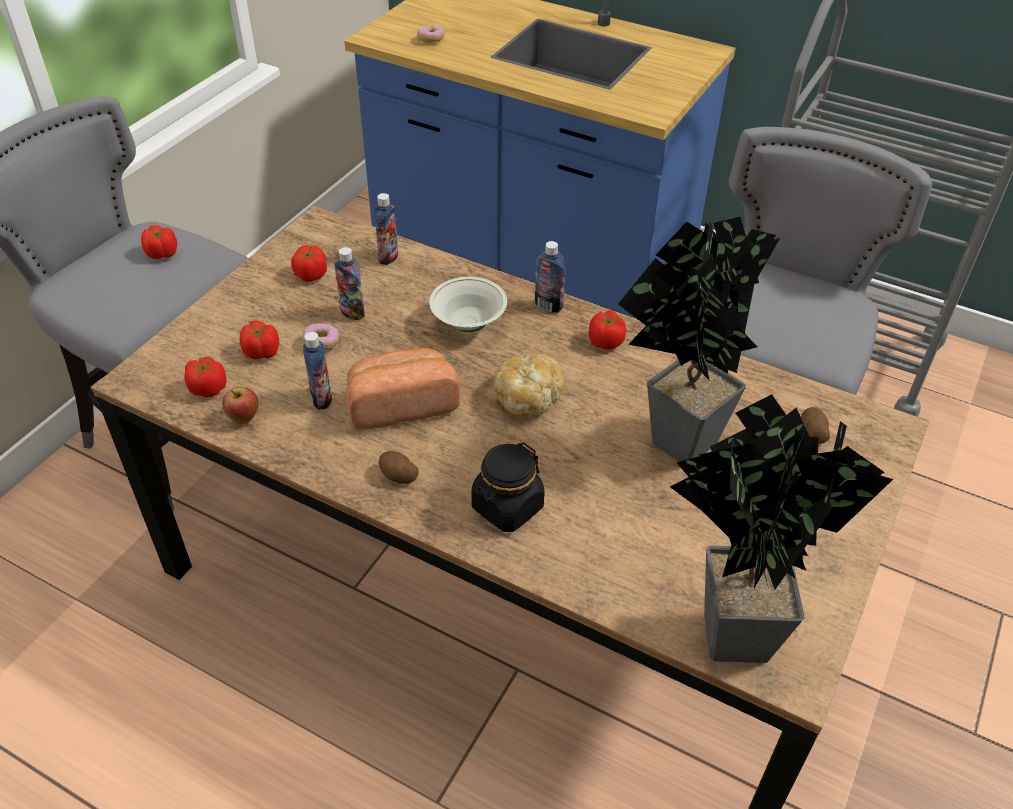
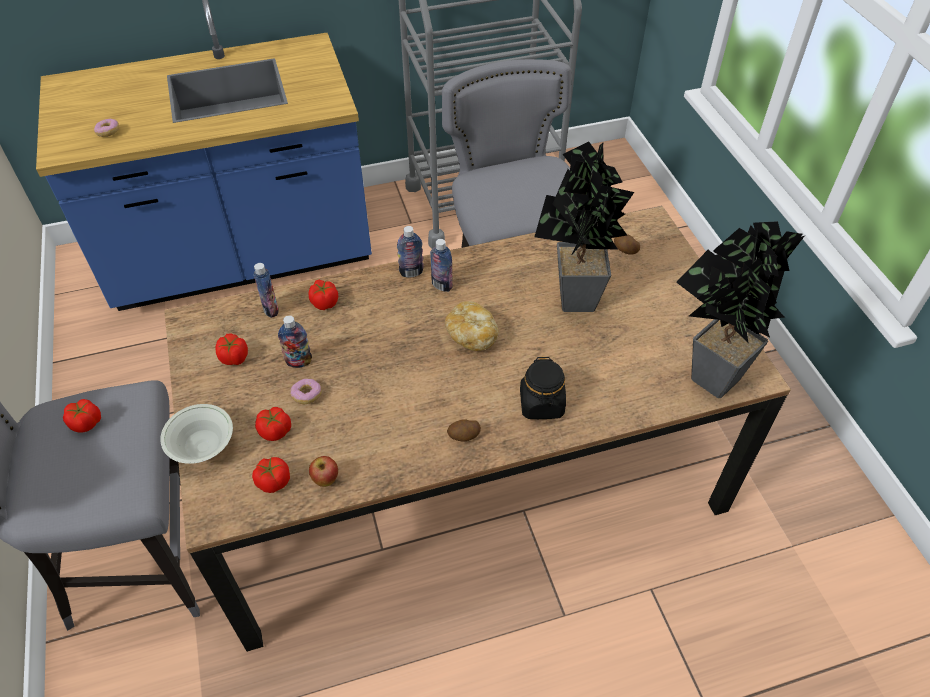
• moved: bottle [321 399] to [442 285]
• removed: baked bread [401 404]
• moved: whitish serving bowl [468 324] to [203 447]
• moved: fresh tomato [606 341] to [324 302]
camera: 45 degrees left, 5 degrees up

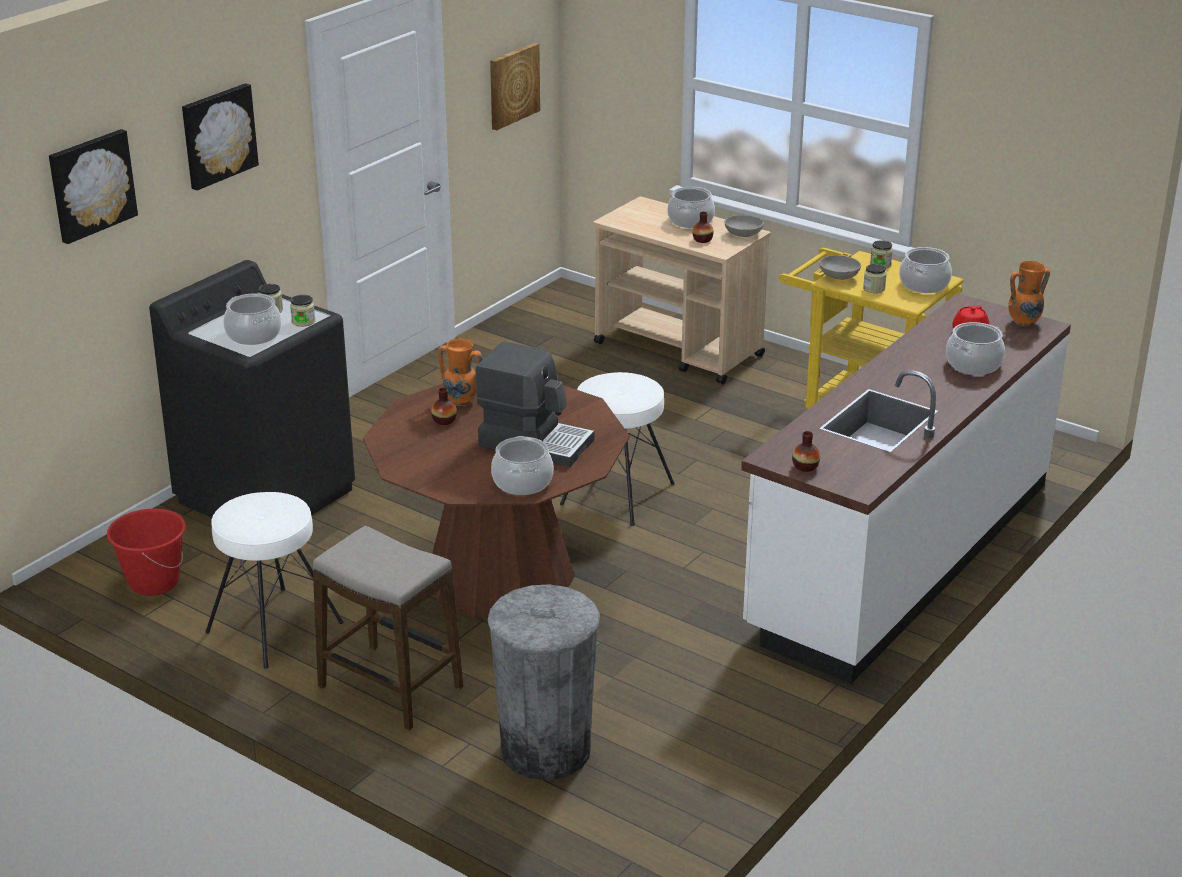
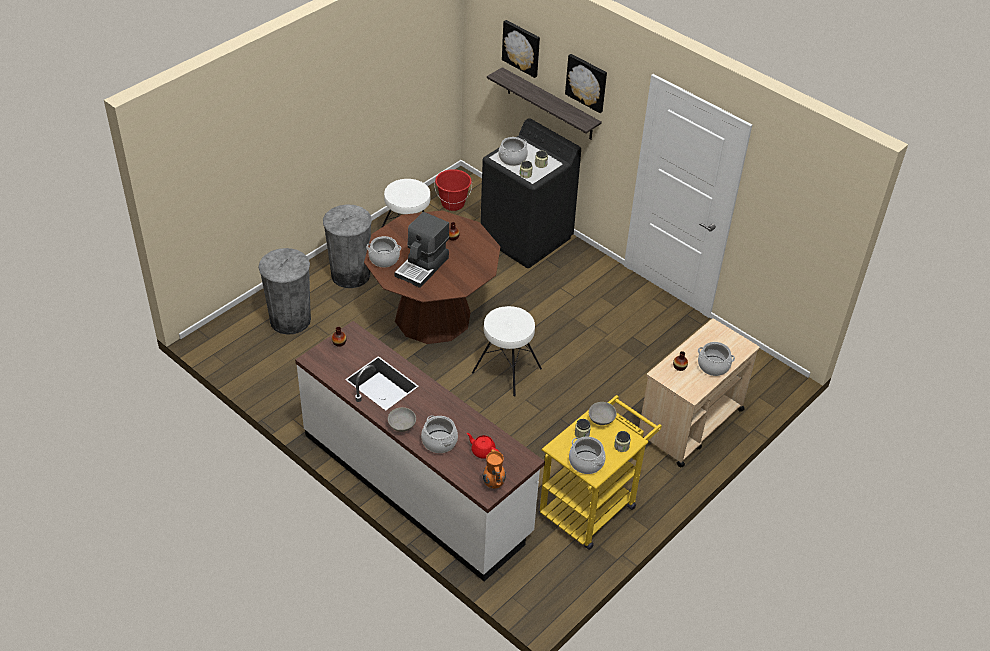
• replaced: sitting stool [390 688] to grey trash can [350 274]
• removed: orange decorative vase [461 402]
• removed: wall picture [513 85]
• moved: grey serving bowl [743 234] to [402 425]
• added: bracket shelf [549 104]
camera: 95 degrees right, 15 degrees up

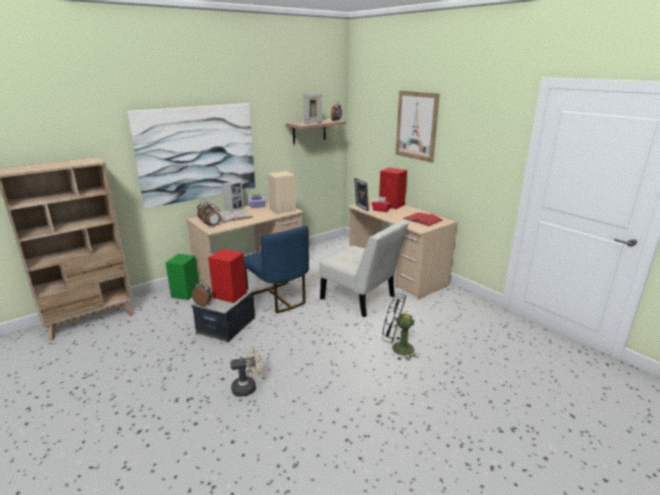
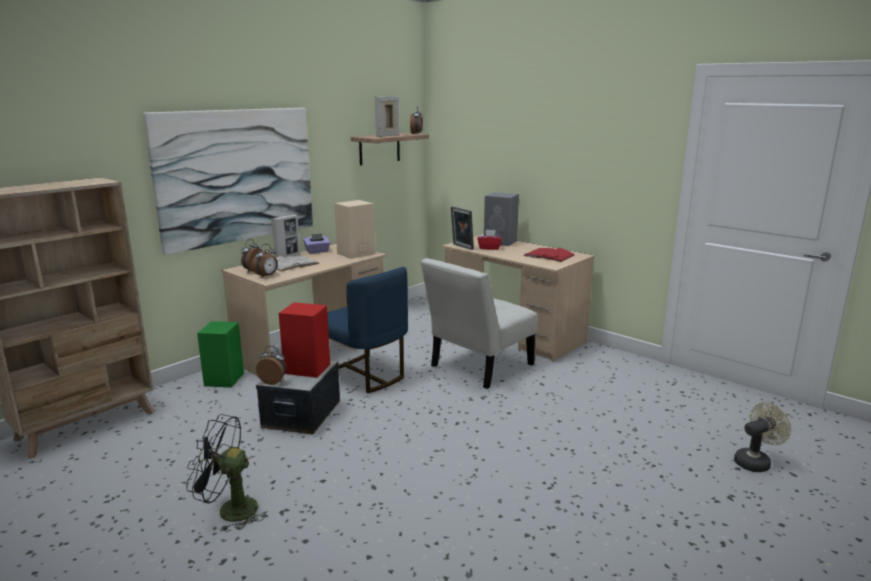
• moved: sand-coloured electric fan [248 388] to [755 462]
• turned: whitish chair [361 299] = [478 367] 105 degrees clockwise
• recoloured: red loudspeaker [392 205] to grey loudspeaker [501 242]
• moved: blackish electric fan [397 349] to [229 510]
• removed: wall picture [416 126]
camera: 10 degrees left, 5 degrees down

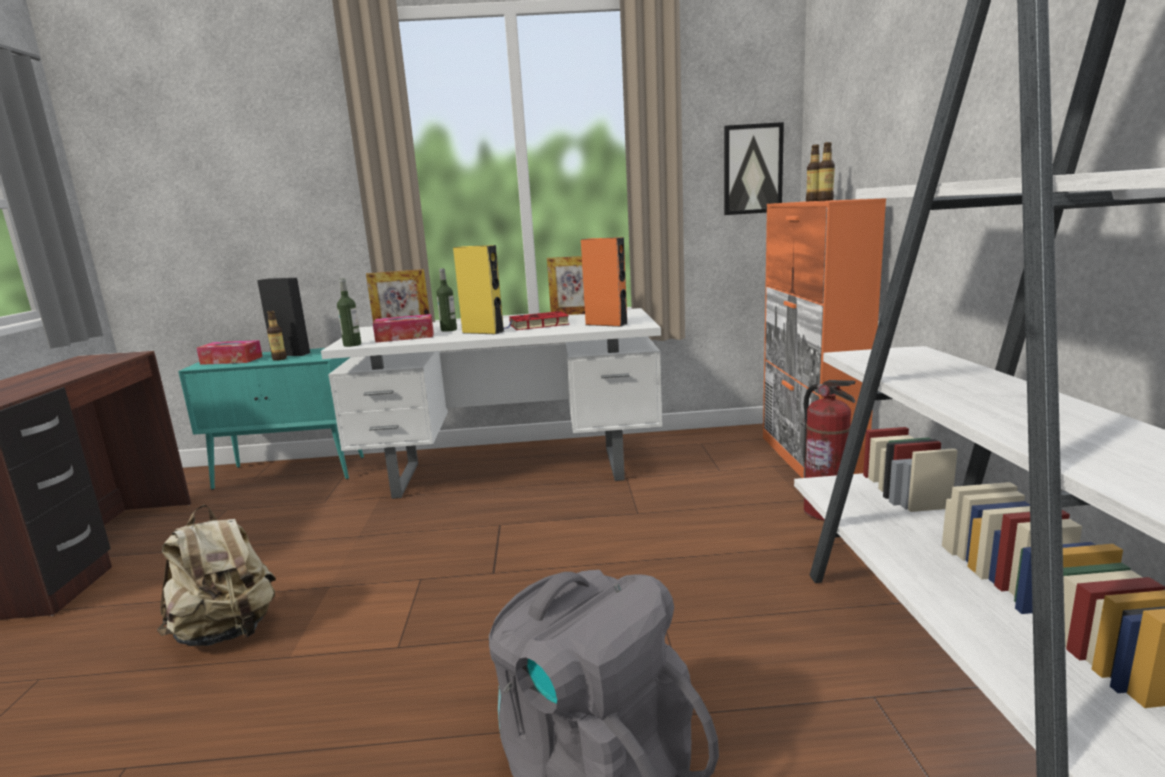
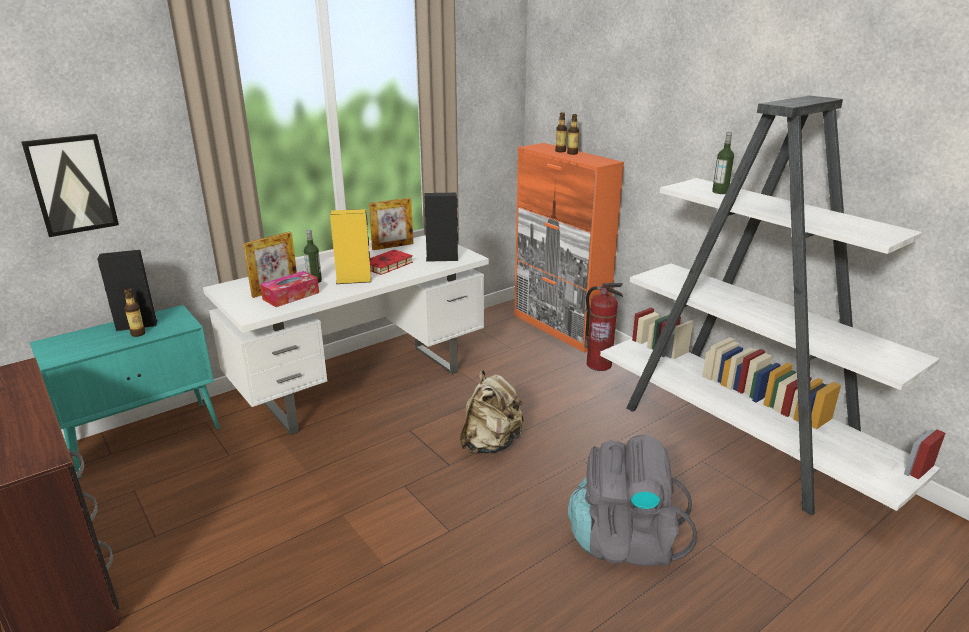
• moved: sand-coloured backpack [227 632] to [490 444]
• removed: tissue holder [231 360]
• moved: bottle [352 345] to [720 192]
• recoloured: orange loudspeaker [606 324] to blackish loudspeaker [442 258]
• moved: wall picture [752 169] to [72 184]
camera: 35 degrees left, 10 degrees up

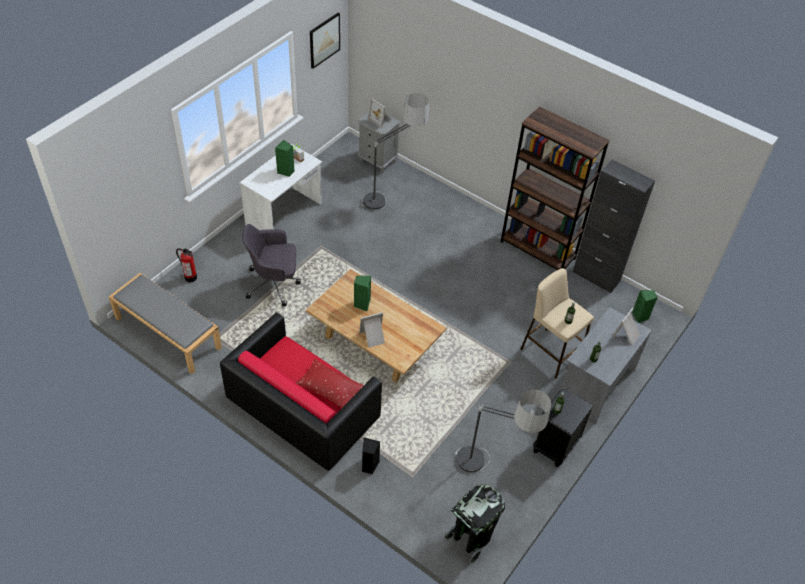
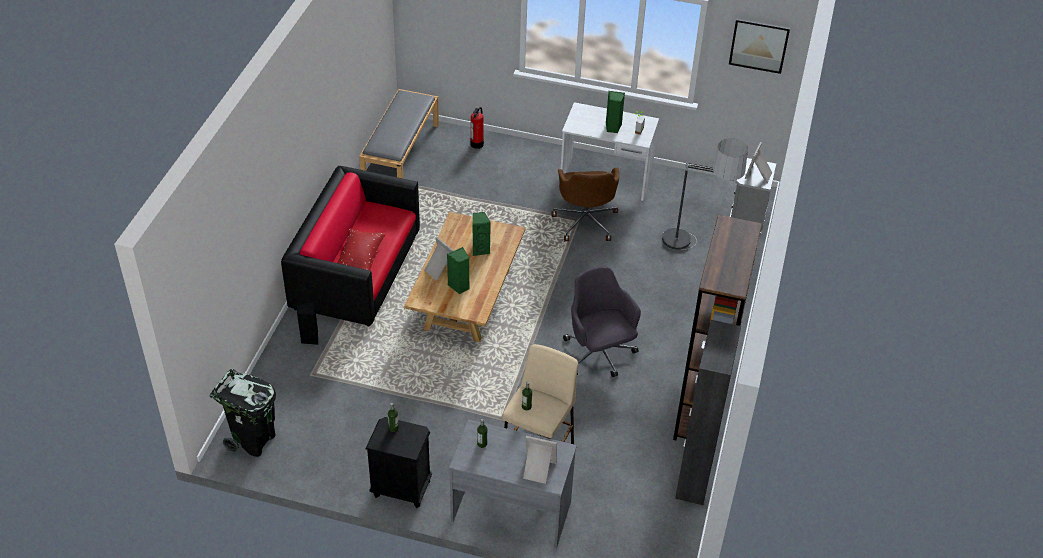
• moved: grey computer chair [274 284] to [599 354]
• removed: standing lamp [490 471]
• moved: green loudspeaker [640 317] to [459 286]
• added: brown-coloured computer chair [585 221]
camera: 70 degrees right, 5 degrees down

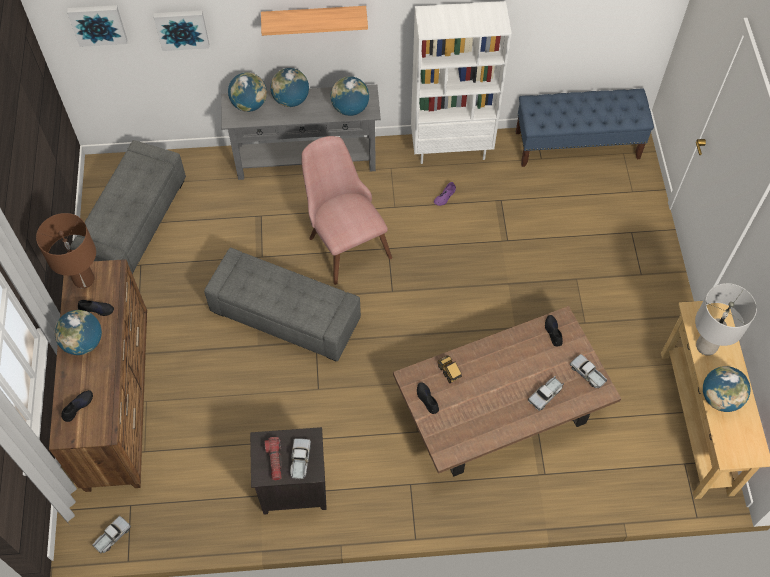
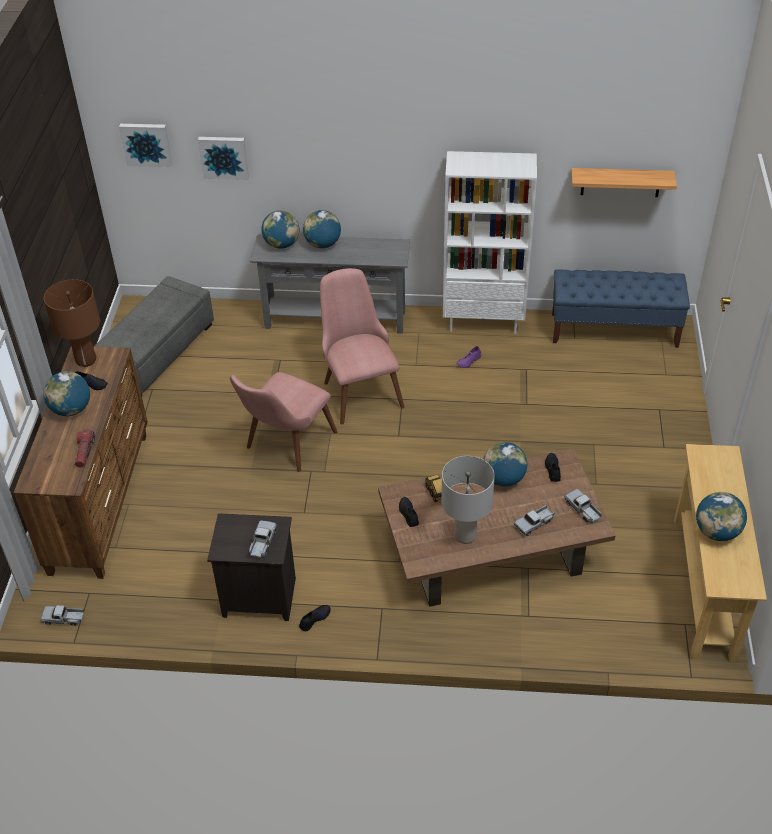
• moved: blackish shoe [77 406] to [314 619]
• turned: model truck [112 536] = [64 618] 135 degrees counterclockwise
• replaced: grey pouffe [285 316] to pink-coloured chair [284 446]
• moved: bracket shelf [314 20] to [620 182]
• moved: flashlight [275 460] to [84 452]
• moved: globe [350 108] to [503 479]
• moved: grey lamp for a table [706 346] to [465 535]
camera: 10 degrees right, 15 degrees down

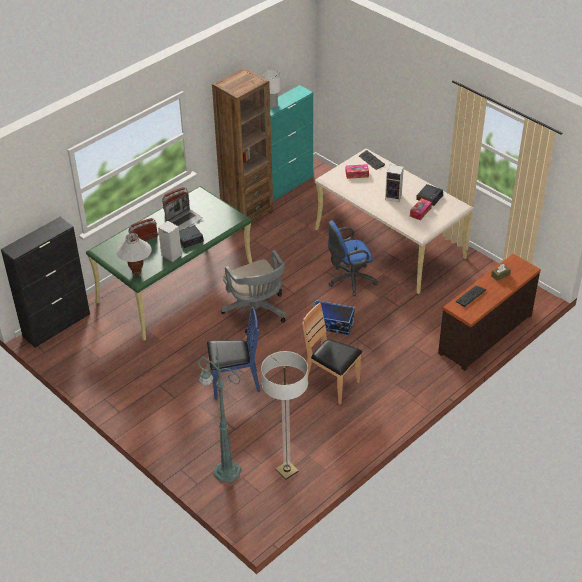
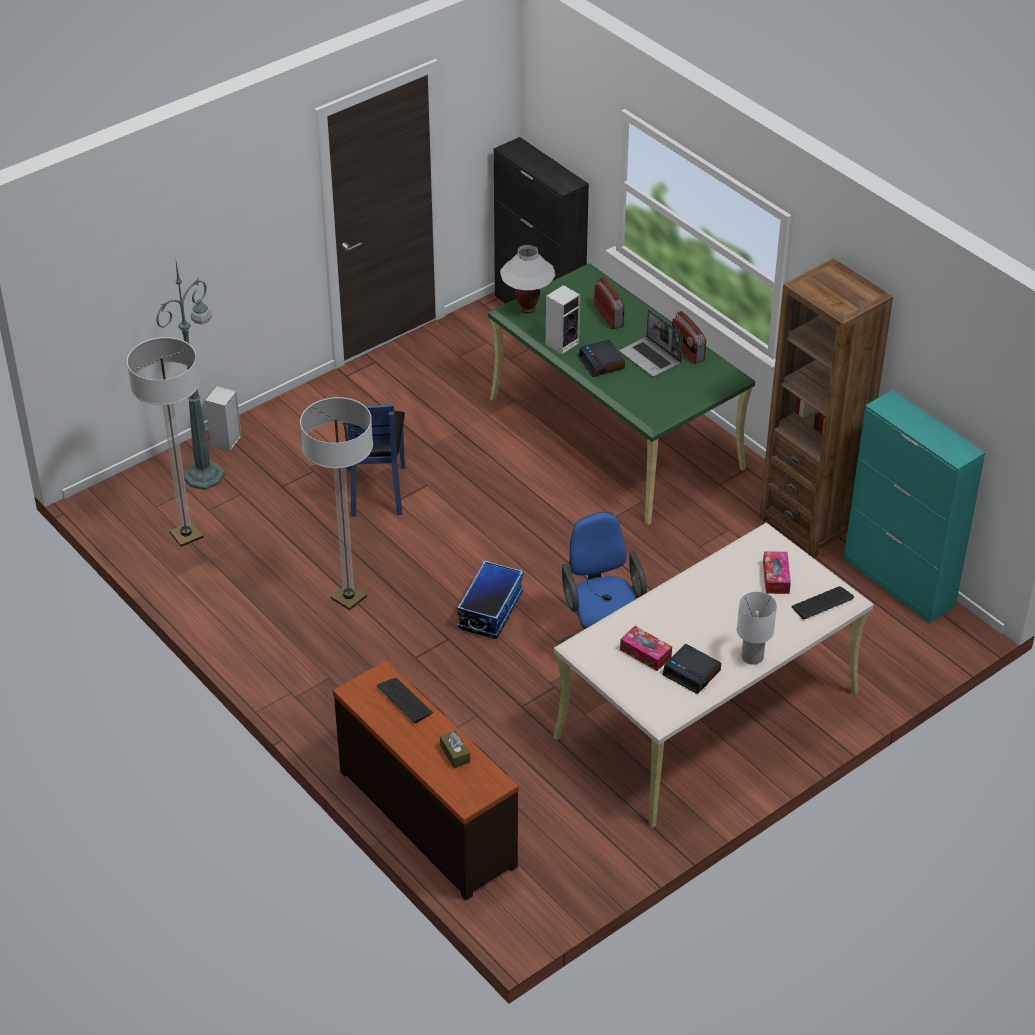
• removed: grey computer chair [257 313]
• moved: whitish lamp for a table [272 104] to [752 657]
• replaced: brown-coloured chair [331 384] to standing lamp [349 598]
• moved: loudspeaker [394 197] to [226 442]
camera: 95 degrees right, 0 degrees up

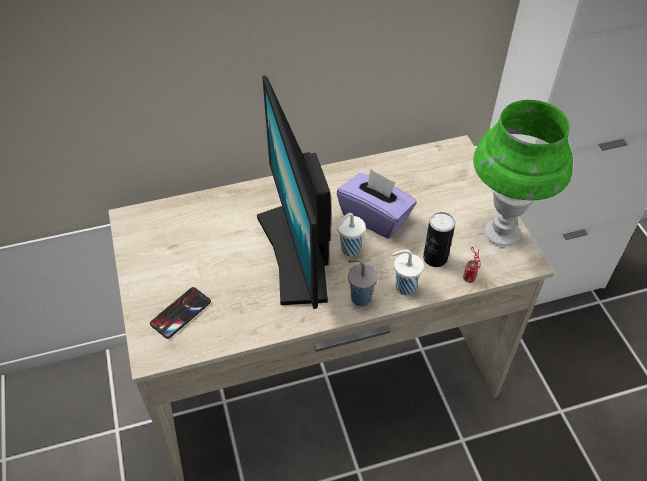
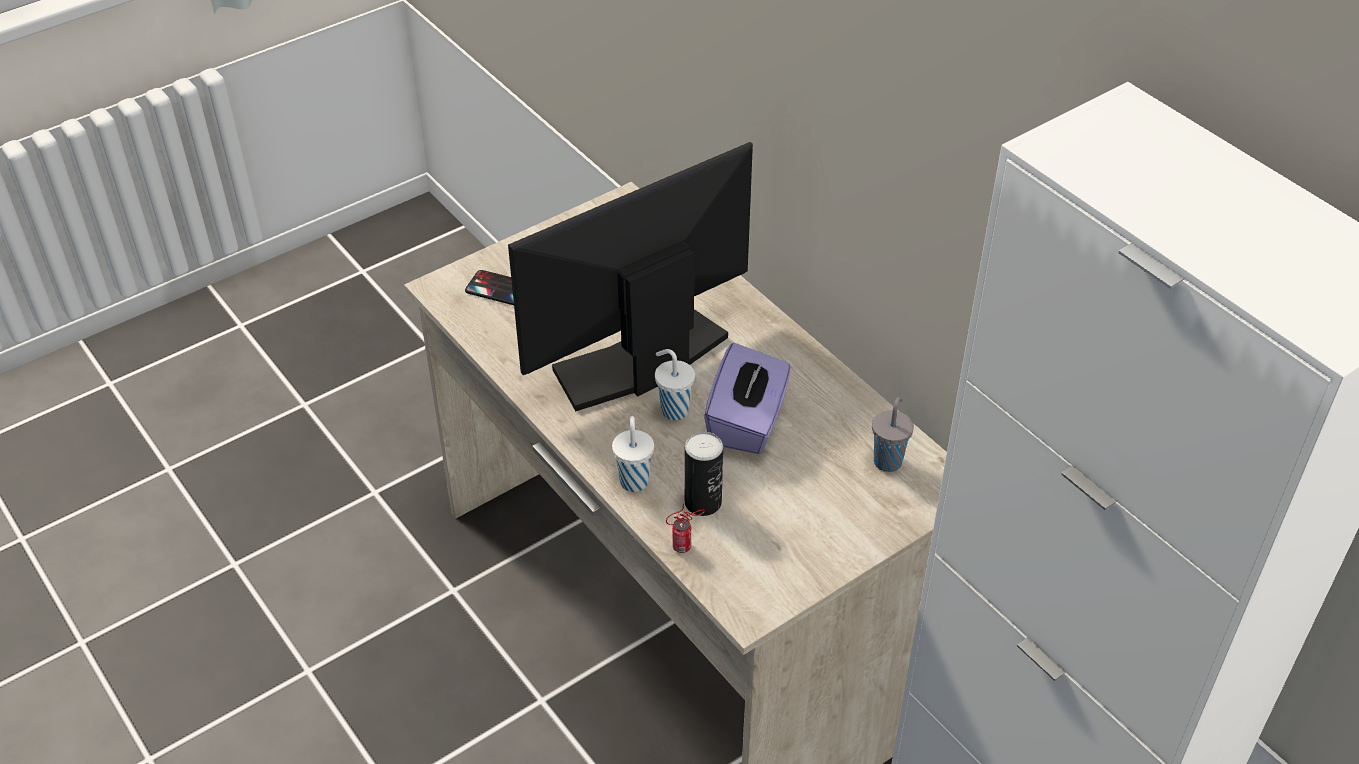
• moved: grey drinking cup [359 297] to [888 460]
• removed: green lamp for a table [501 233]
camera: 70 degrees right, 5 degrees down

